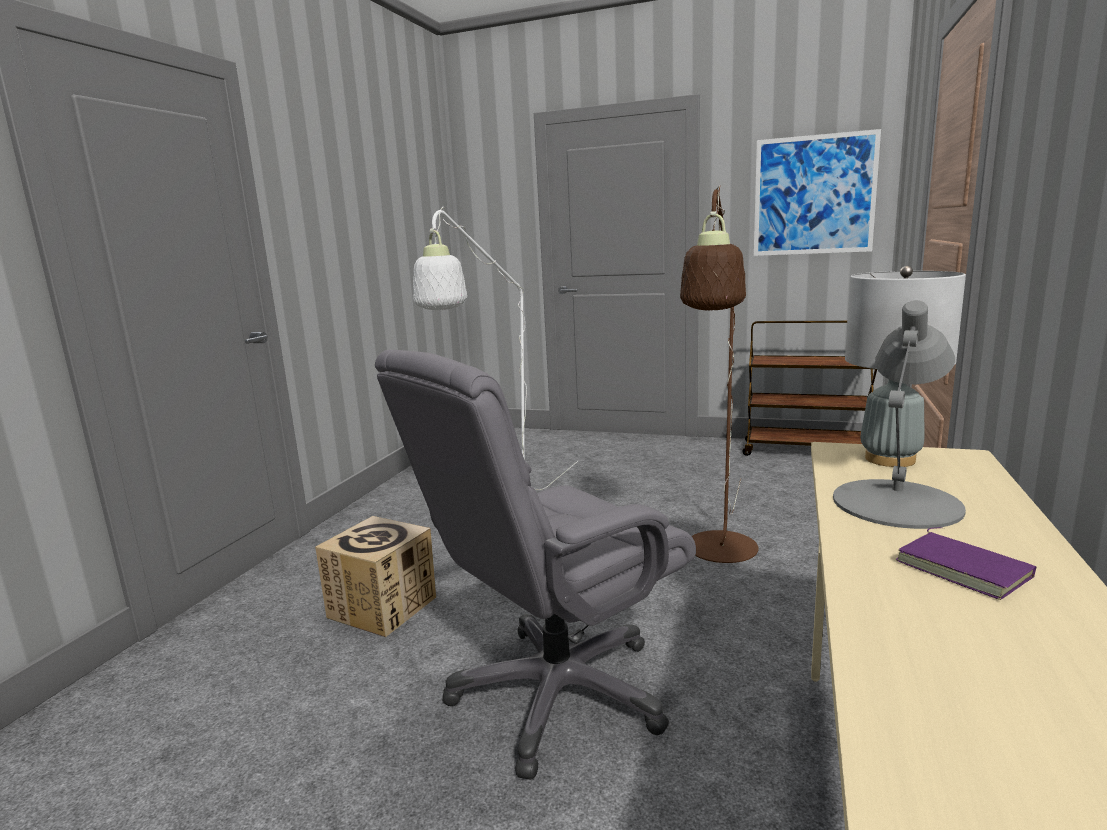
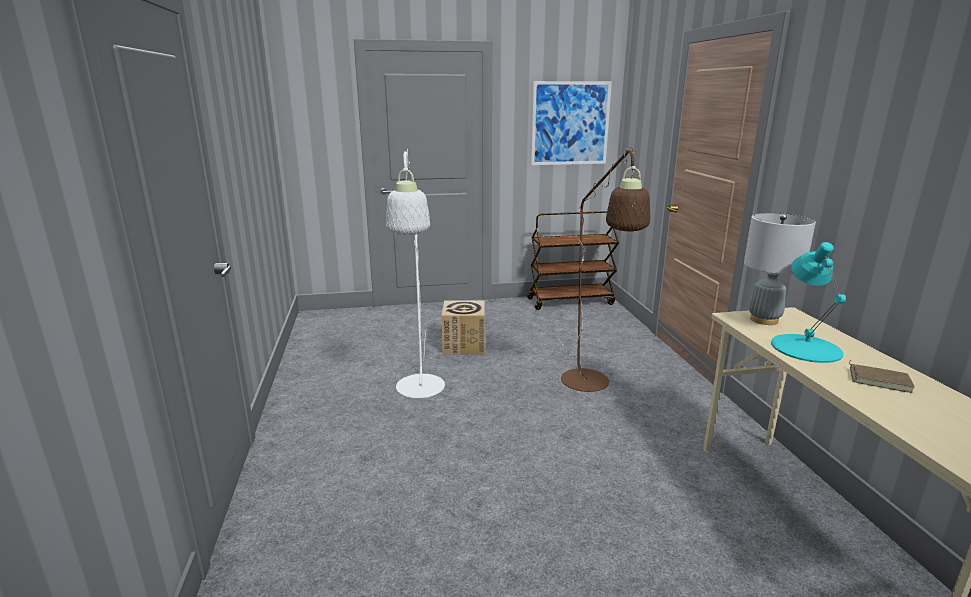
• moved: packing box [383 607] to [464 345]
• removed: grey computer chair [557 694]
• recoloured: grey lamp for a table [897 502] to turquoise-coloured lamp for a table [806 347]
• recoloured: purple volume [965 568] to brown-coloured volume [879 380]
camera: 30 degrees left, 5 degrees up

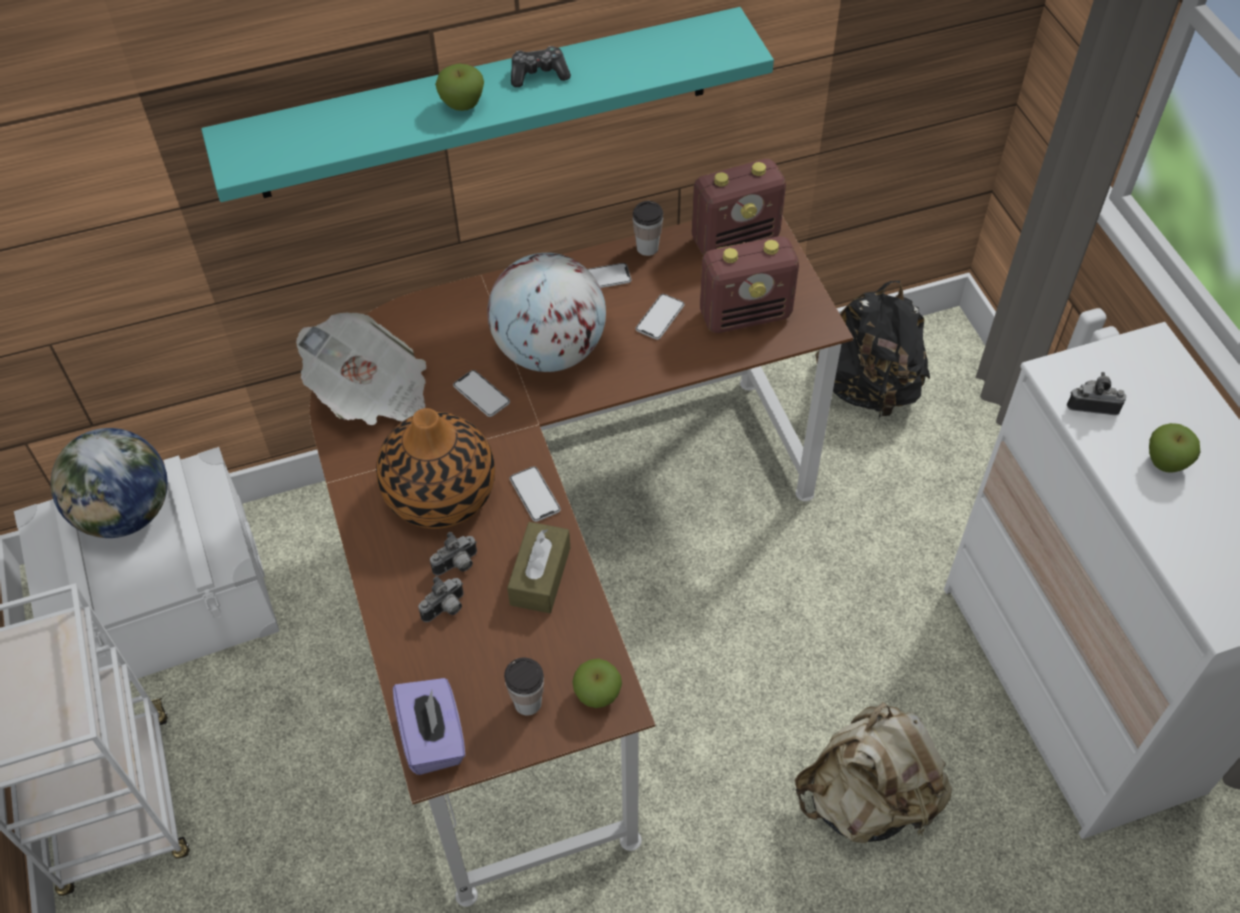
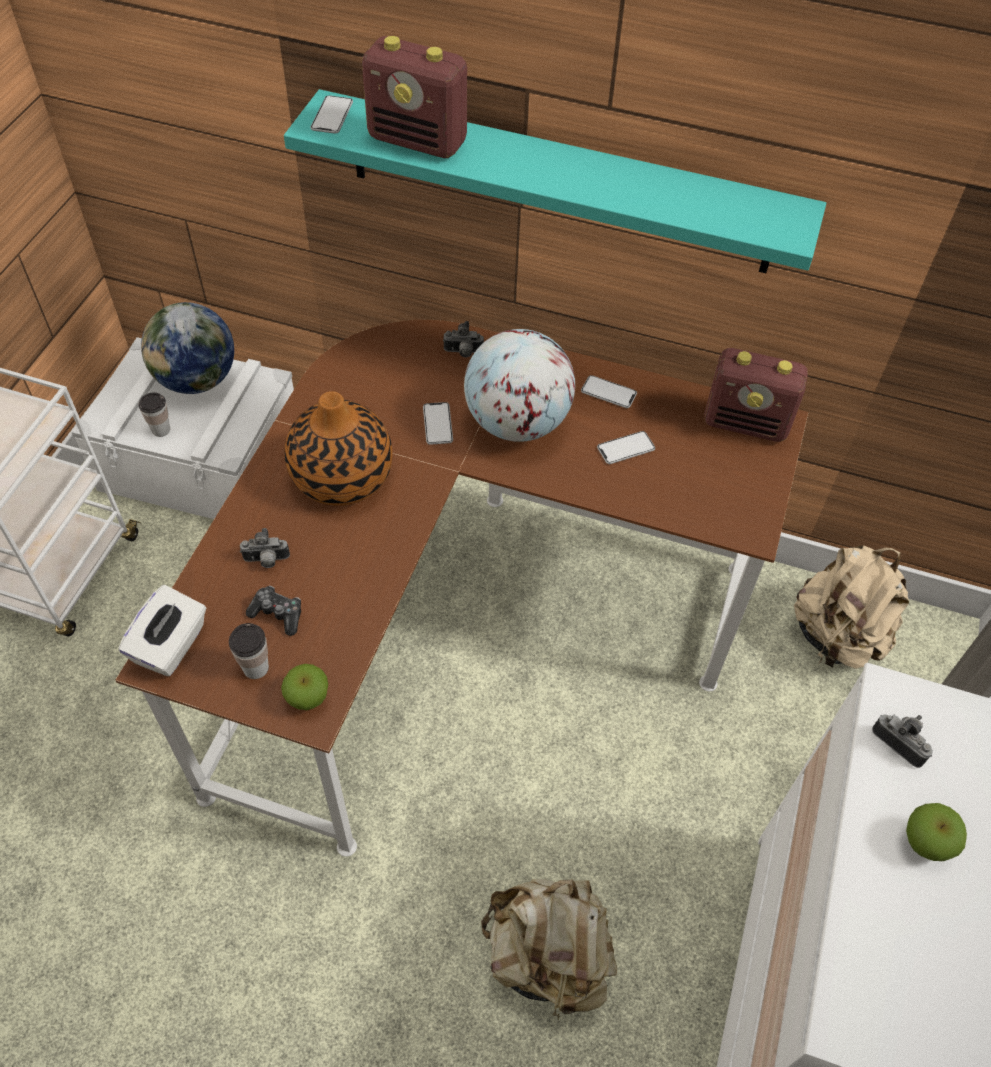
• removed: newspaper [372 394]
• recoloured: purple tissue holder [433 738] to whitish tissue holder [171 645]
• moved: photo camera [457 565] to [463 353]
• removed: apple [462 105]
• removed: brown-coloured tissue holder [540 576]
• moved: telephone [535 495] to [332 116]
• moved: game controller [538 74] to [278 614]
• moved: drinking cup [647 247] to [161 430]
• moved: radio [746 314] to [418 141]
• recoloured: blackish backpack [869 388] to sand-coloured backpack [837 636]
camera: 35 degrees right, 0 degrees up

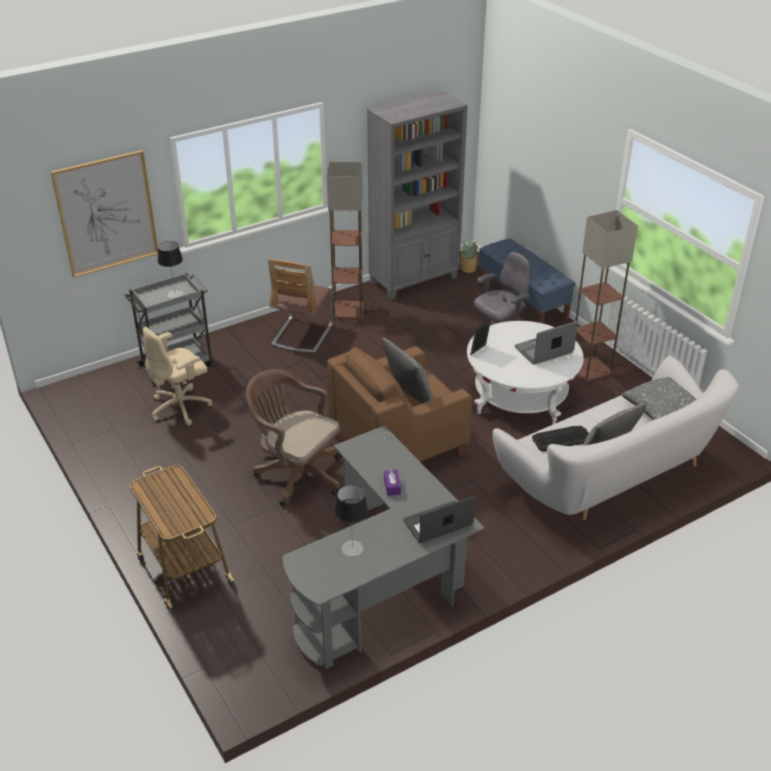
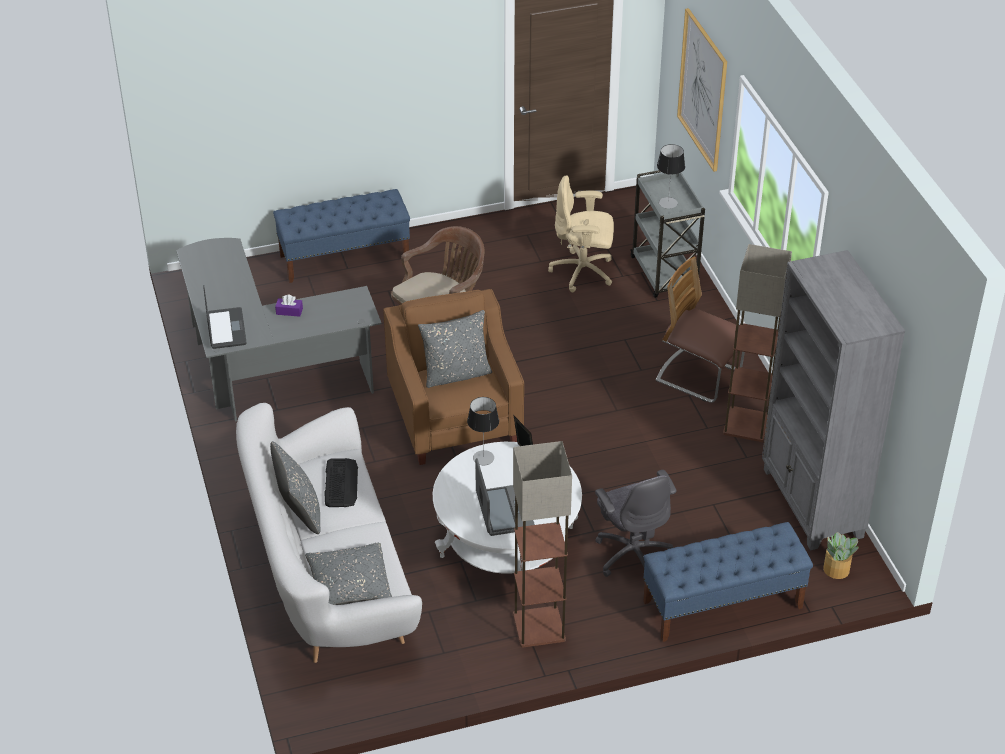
• replaced: wheeled cart [184 569] to bluish indoor bench [345 257]
• turned: sand-coloured computer chair [181 407] = [583 272] 60 degrees counterclockwise
• moved: lamp for a table [352 548] to [483 458]
camera: 105 degrees right, 5 degrees up

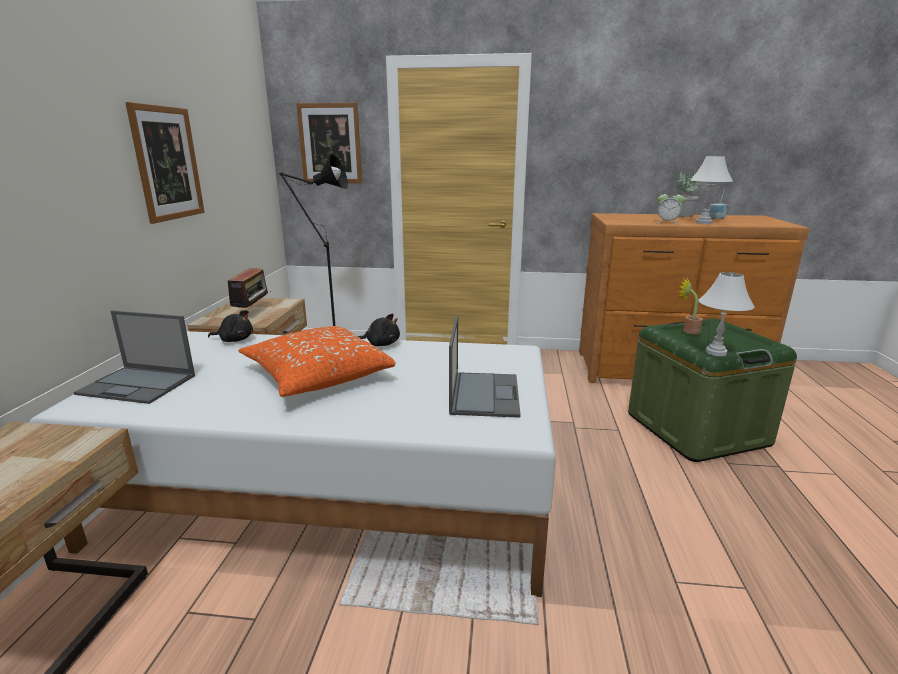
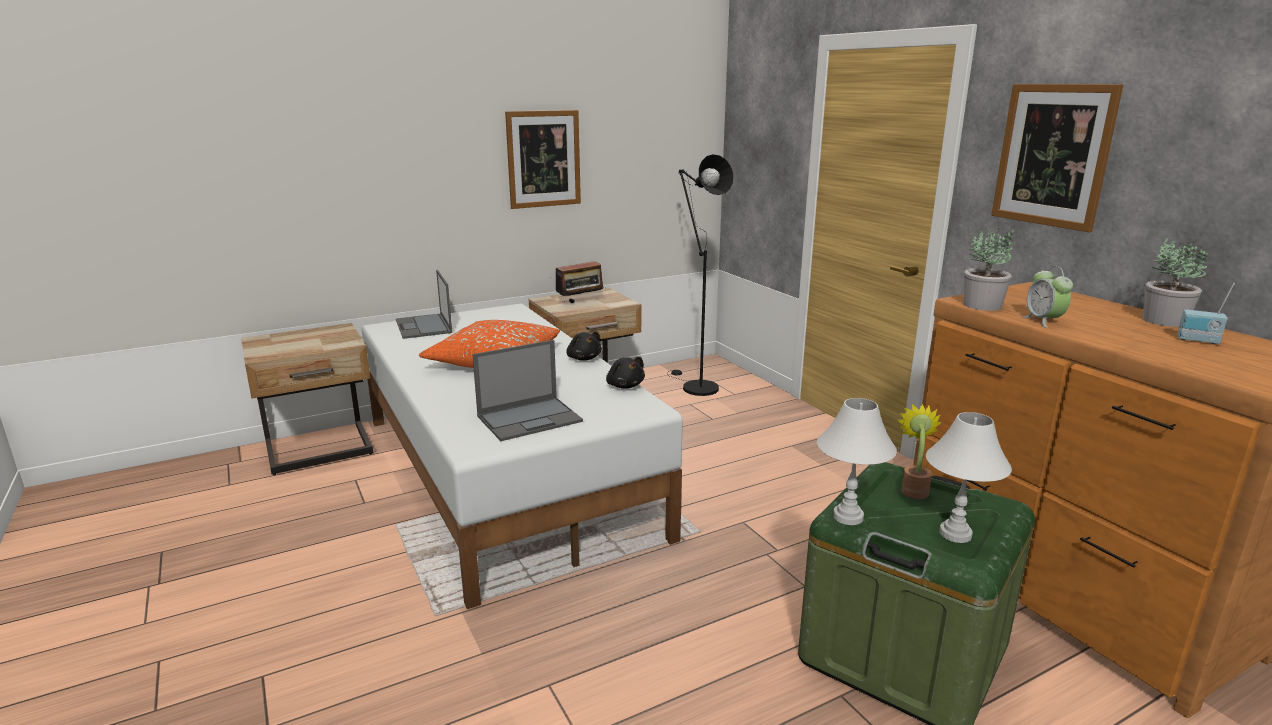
• moved: blackish soft toy [235 340] to [624 386]
• moved: wall picture [330 144] to [1053 155]
• moved: whitish lamp for a table [703 222] to [955 534]
• added: potted plant [982 305]
camera: 55 degrees right, 0 degrees up

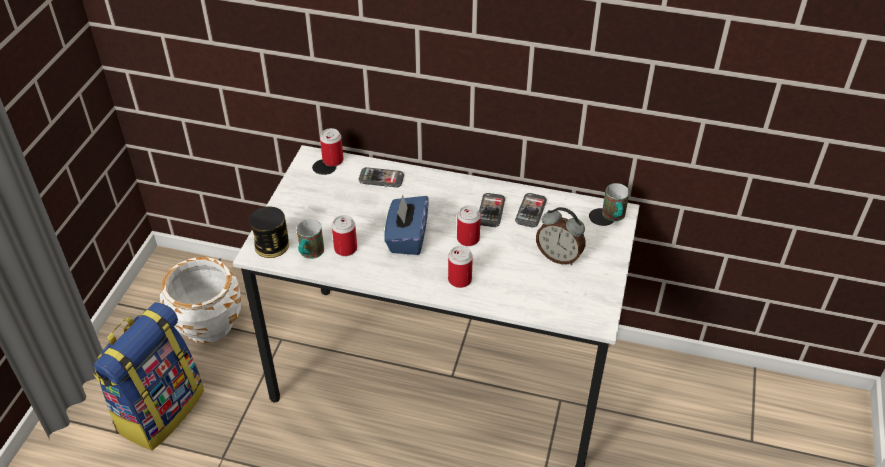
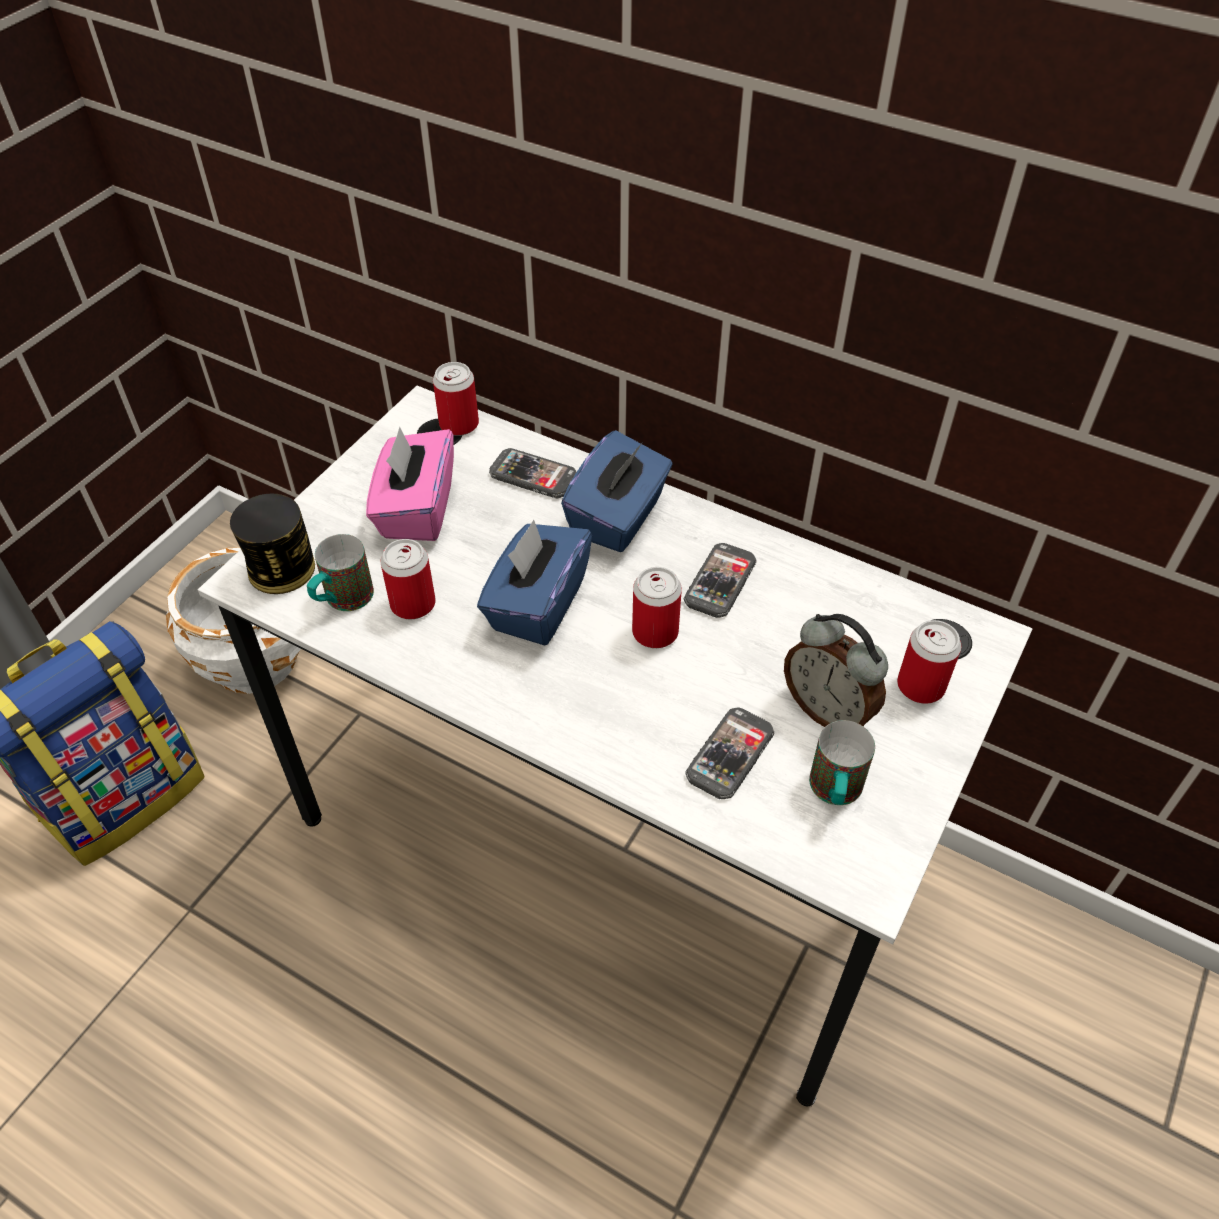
• moved: sealed can [459 280] to [920 686]
• moved: telephone [530 211] to [730 755]
• moved: coffee mug [614 217] to [834 793]
• added: pink-coloured tissue holder [416 509]
• added: bluish tissue holder [618 517]
camera: 15 degrees right, 5 degrees up

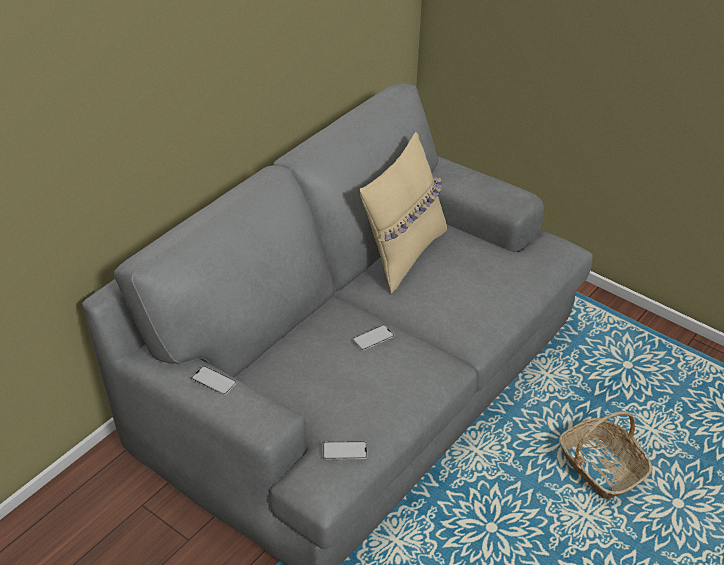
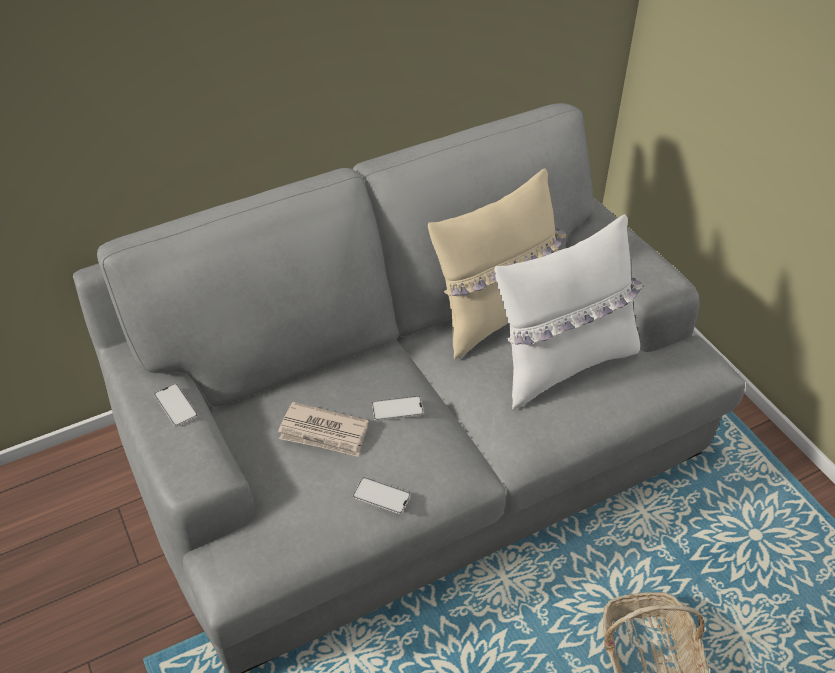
• moved: telephone [344 451] to [381 496]
• added: newspaper [324 433]
• added: whitish throw pillow [563 363]
camera: 25 degrees right, 5 degrees up

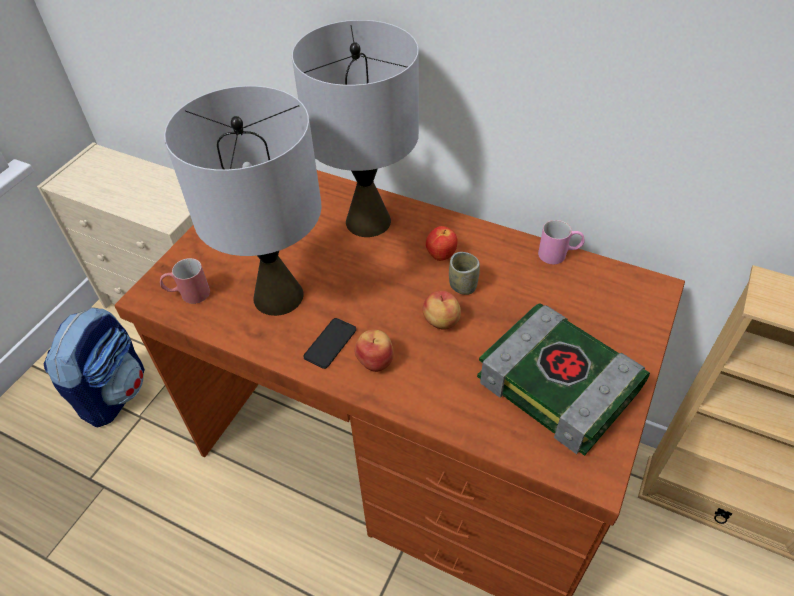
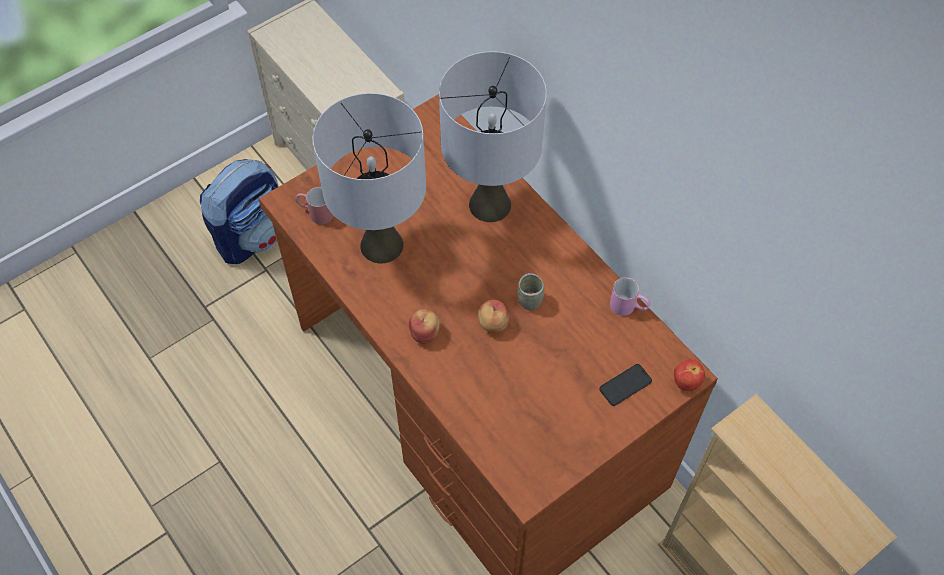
• moved: telephone [330 343] to [625 385]
• moved: apple [441 255] to [686 382]
• removed: volume [561 384]
camera: 25 degrees right, 10 degrees up

